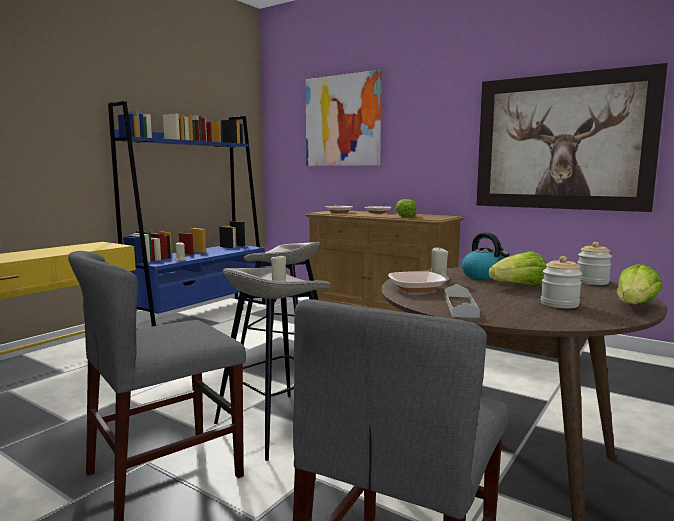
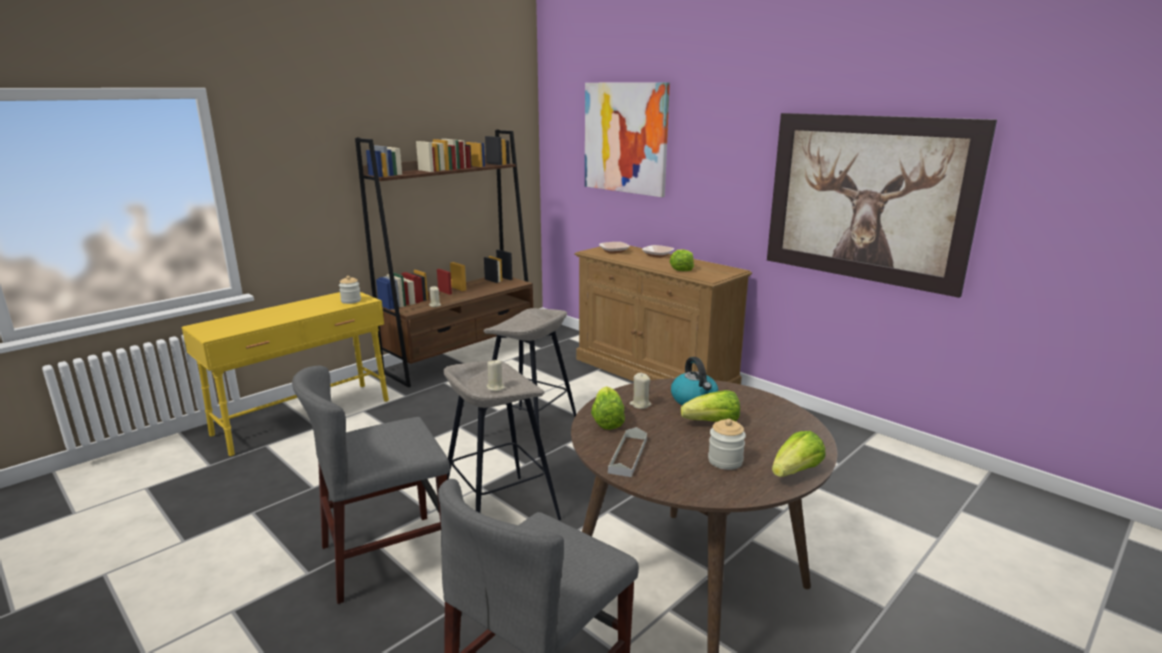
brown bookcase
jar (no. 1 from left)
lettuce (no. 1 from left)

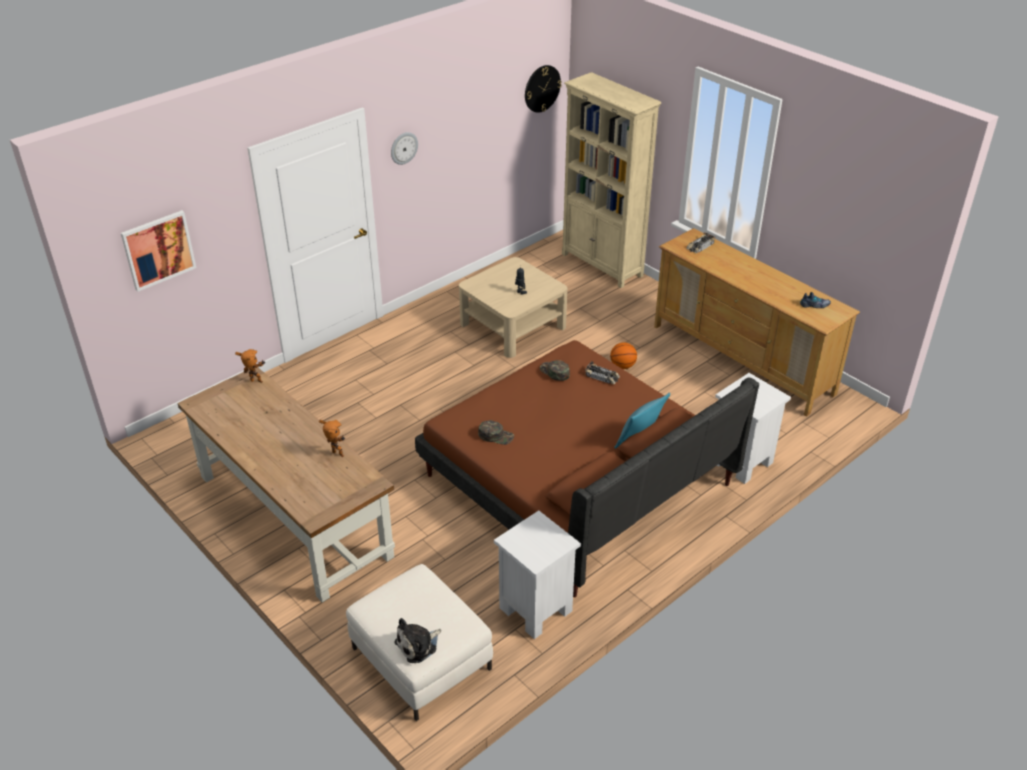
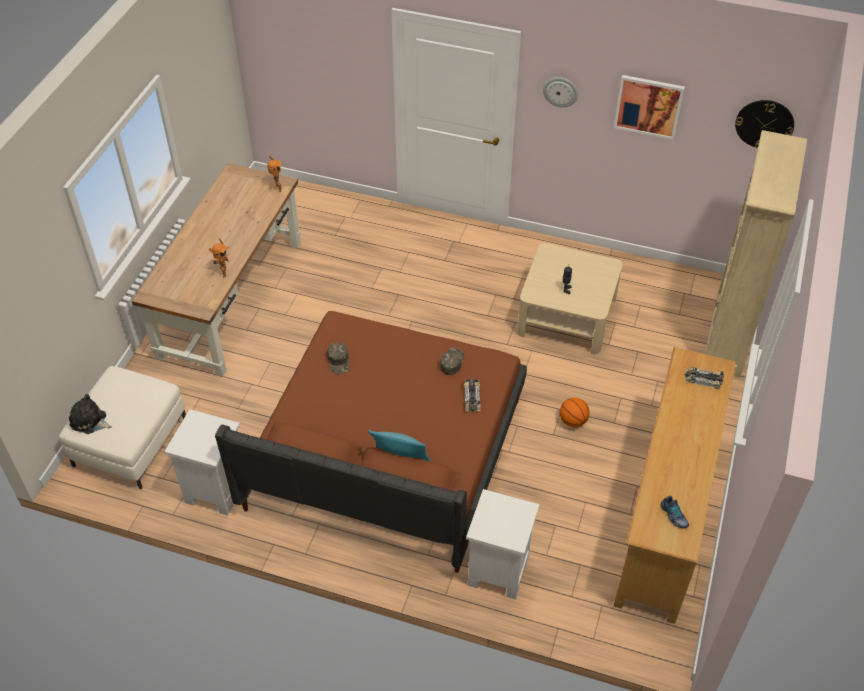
picture

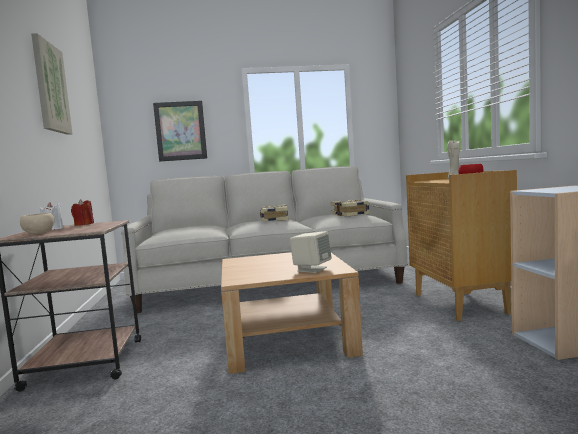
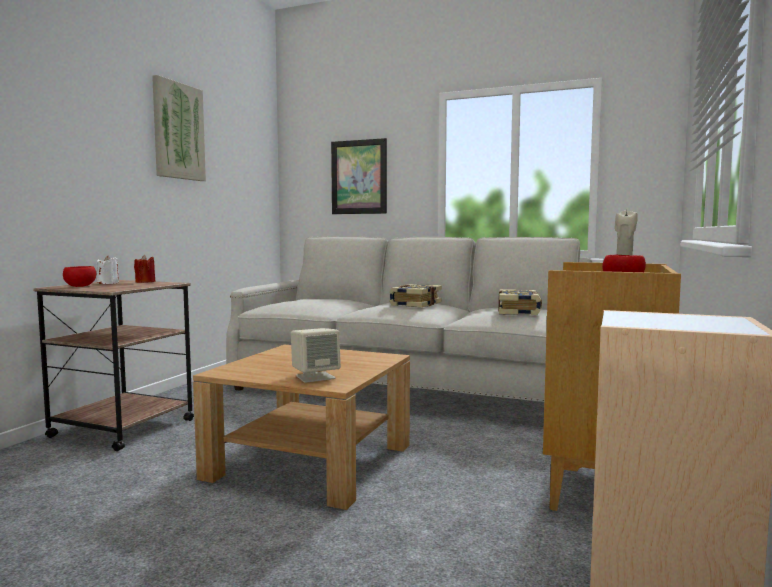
red bowl (no. 1 from left)

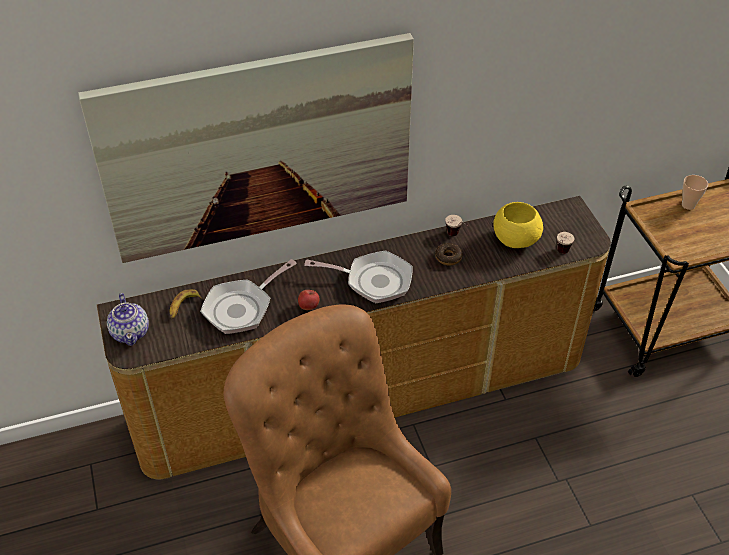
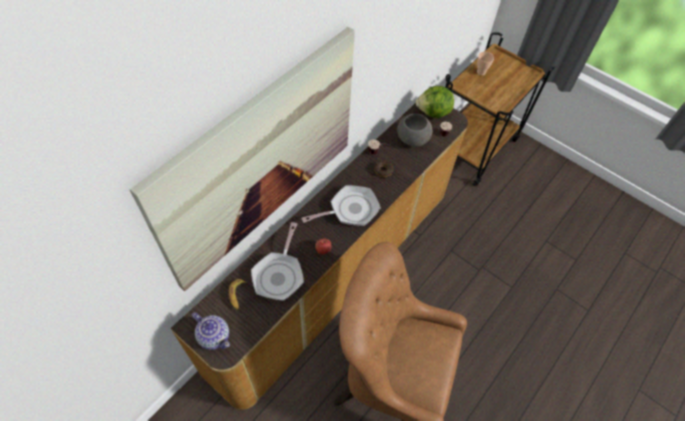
grey bowl
lettuce

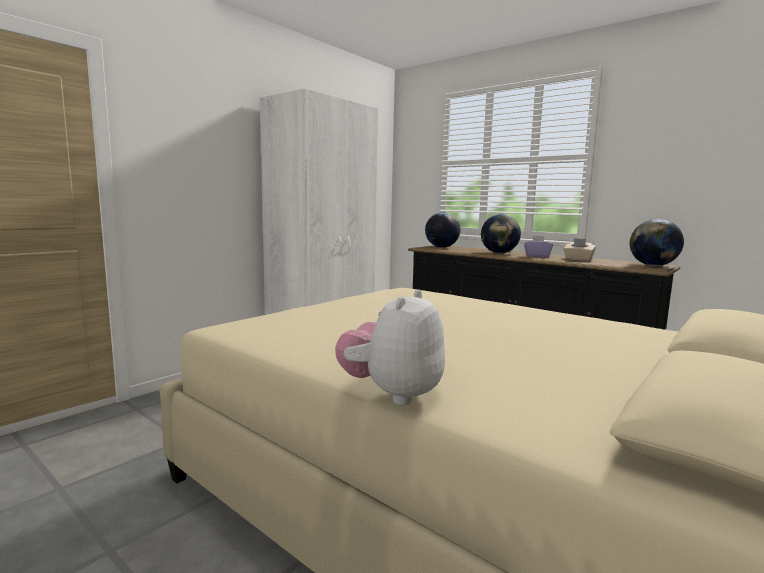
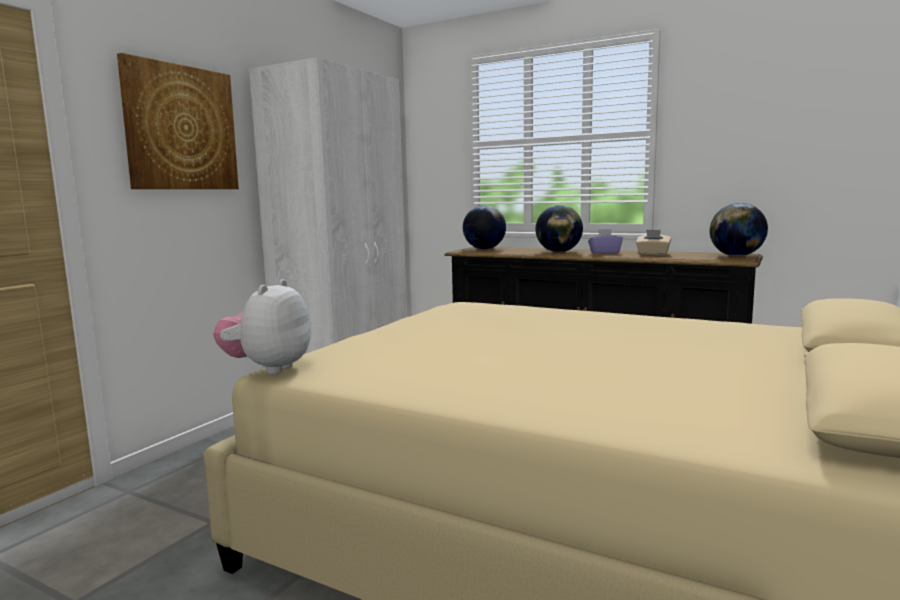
plush toy
picture

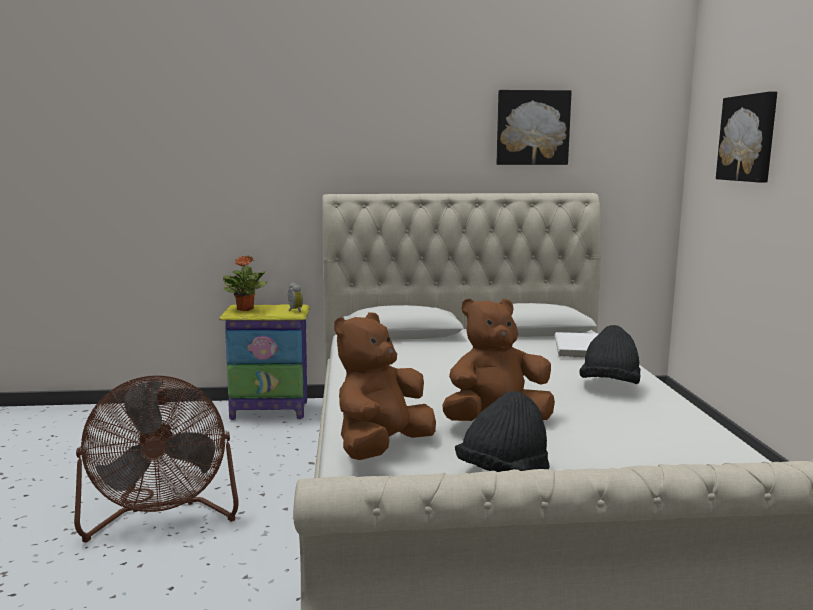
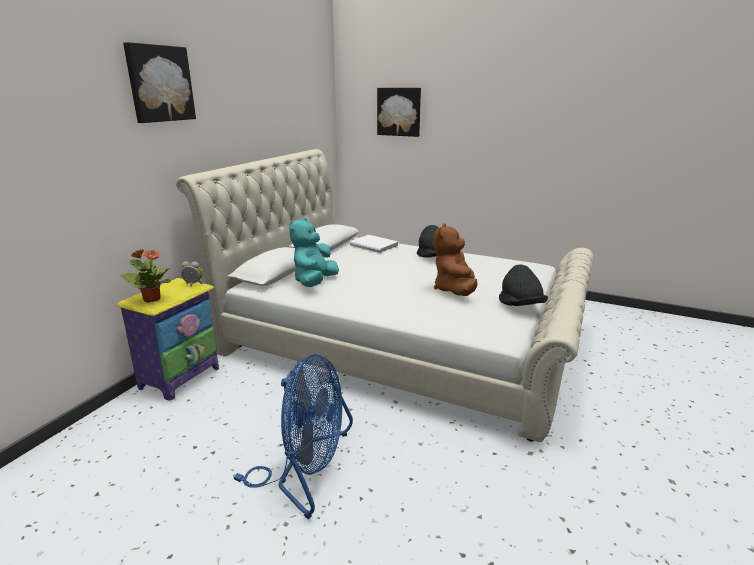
picture (no. 1 from left)
brown plush toy (no. 1 from left in the first image)
blue fan
turquoise plush toy

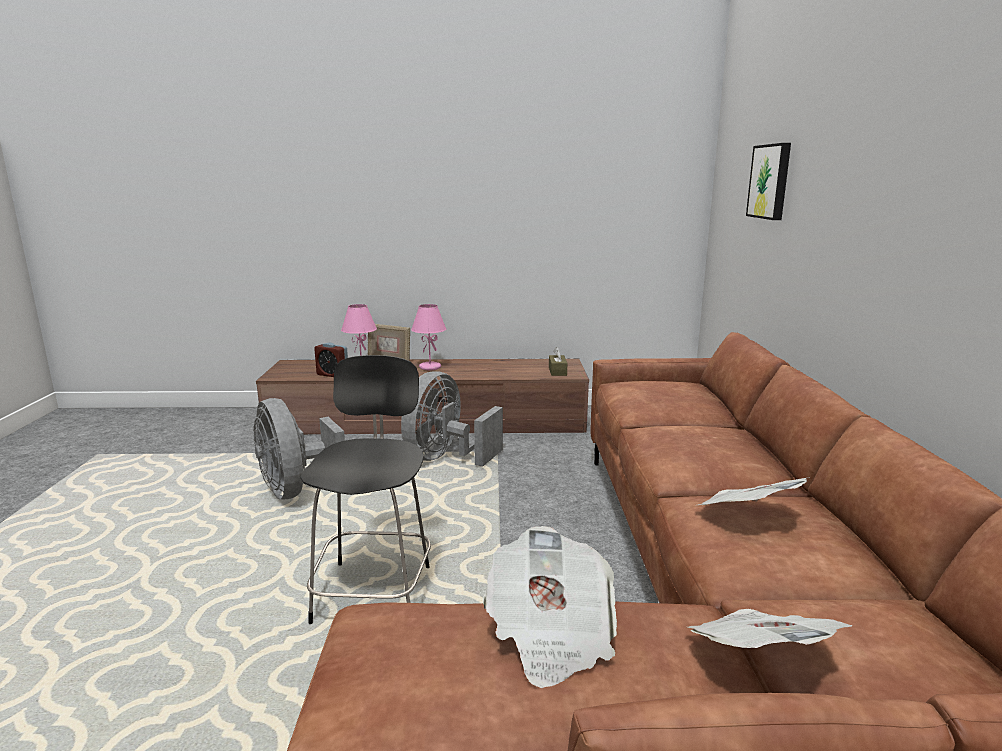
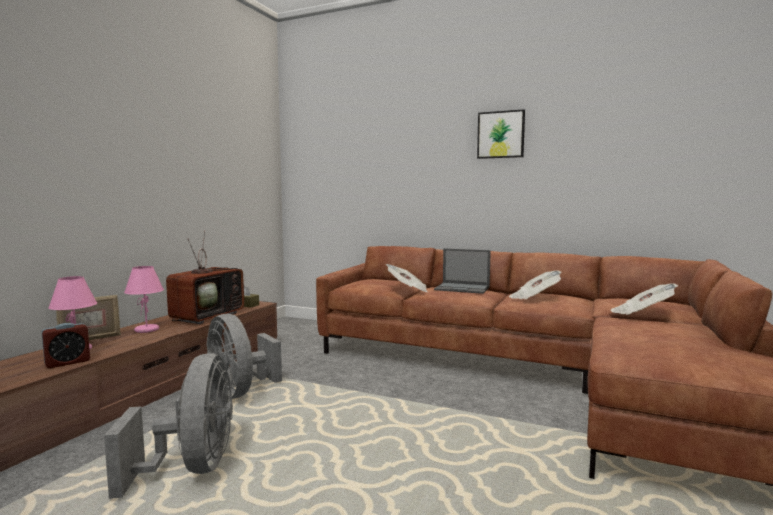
picture
black stool
grey fan (no. 1 from left)
newspaper (no. 1 from left)
television
laptop

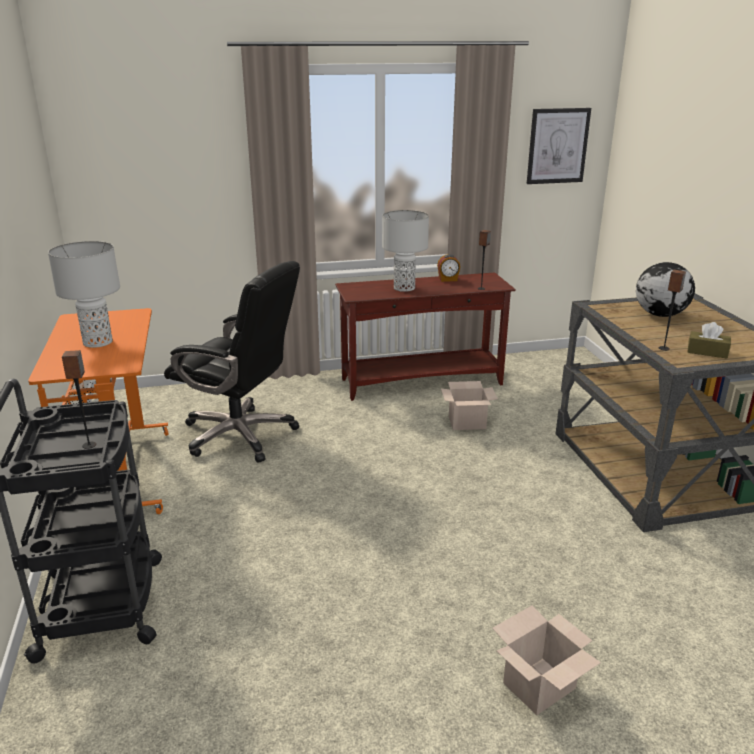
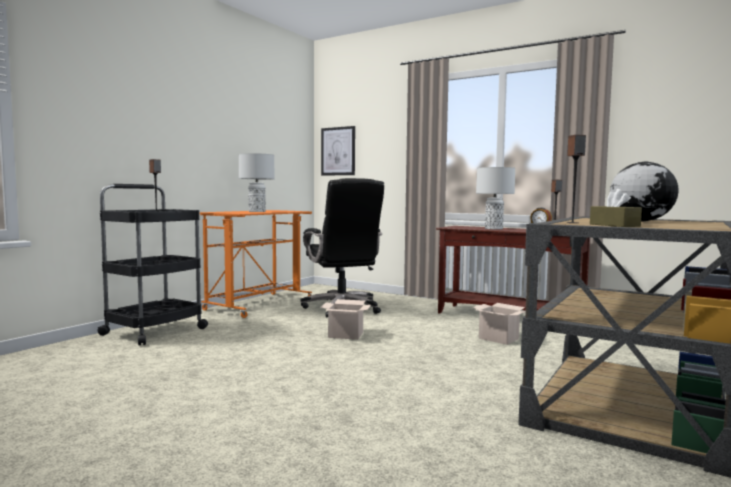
picture
cardboard box (no. 1 from left)

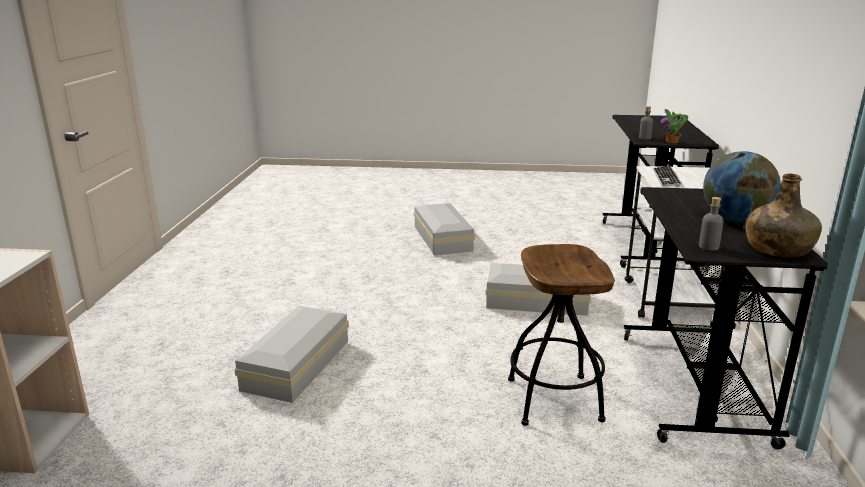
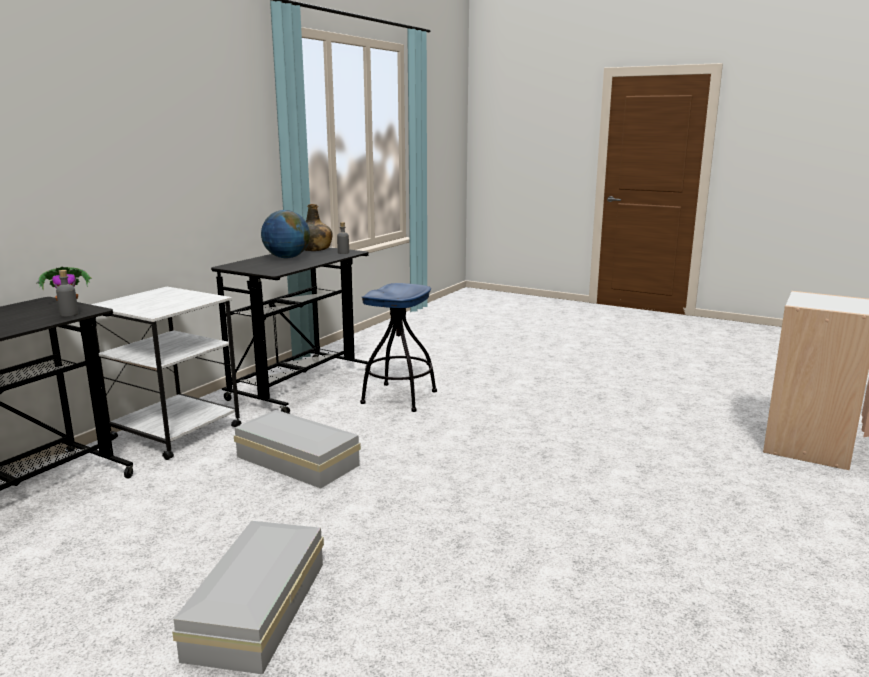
keyboard
blue stool
white storage box (no. 1 from left in the first image)

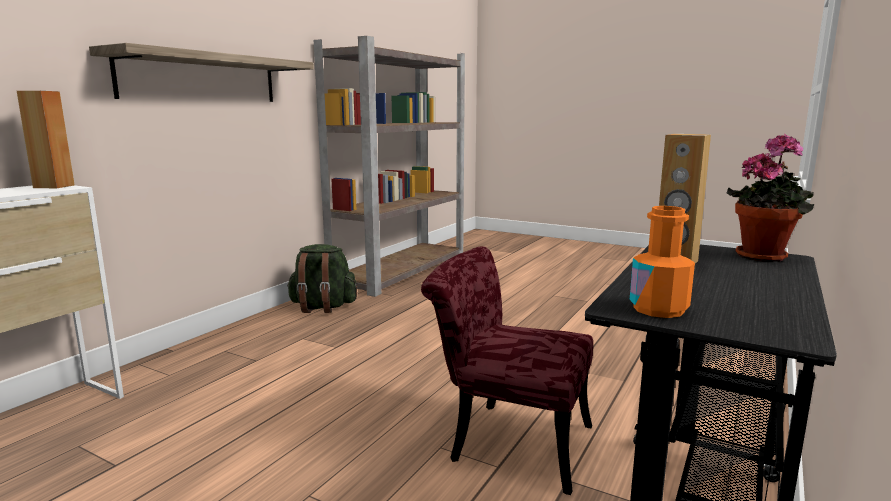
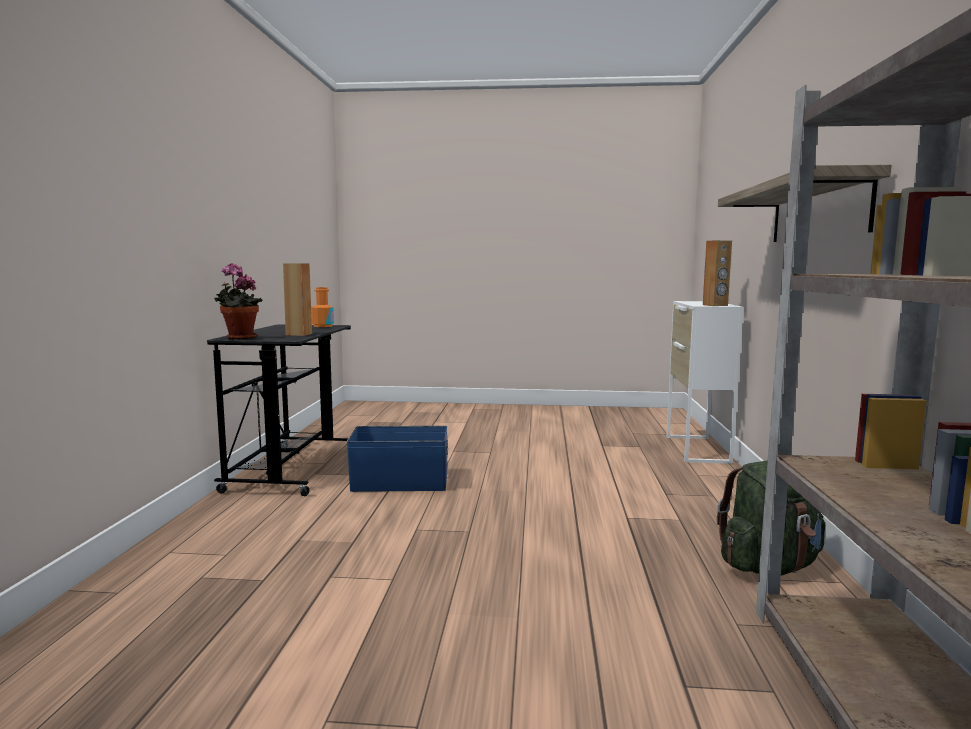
blue storage box

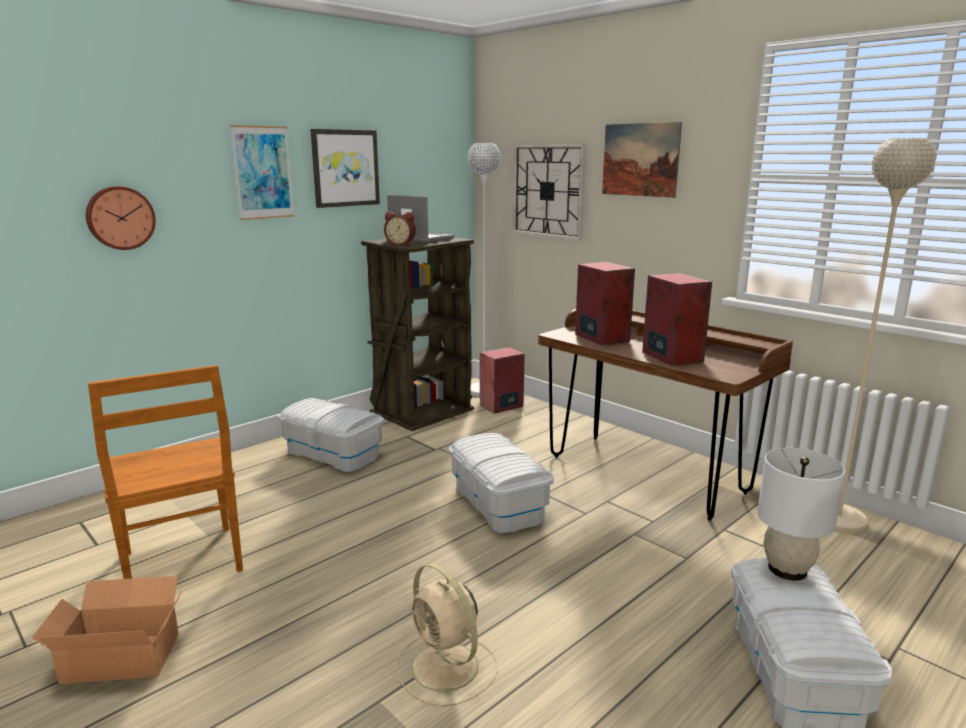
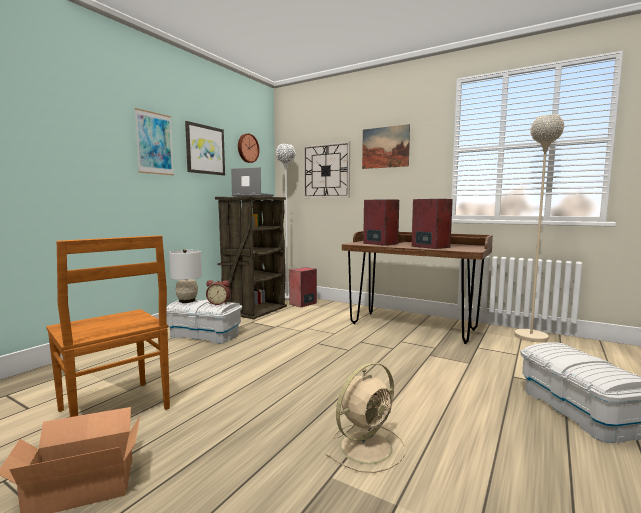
wall clock (no. 1 from left)
alarm clock
white storage box (no. 2 from left in the first image)
white table lamp
beige fan

